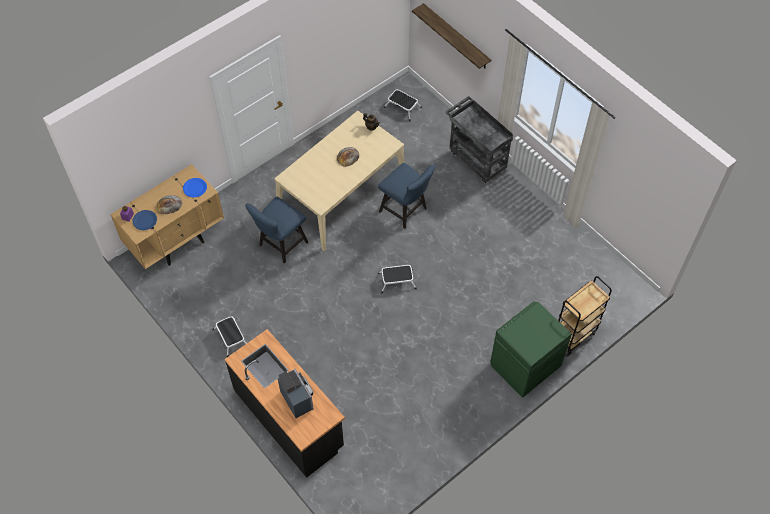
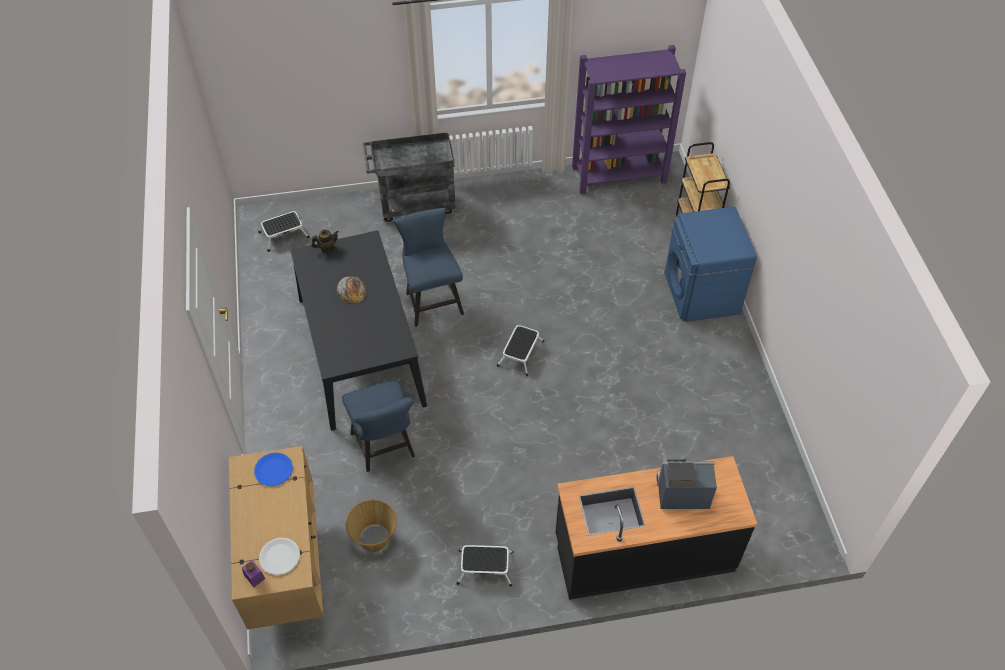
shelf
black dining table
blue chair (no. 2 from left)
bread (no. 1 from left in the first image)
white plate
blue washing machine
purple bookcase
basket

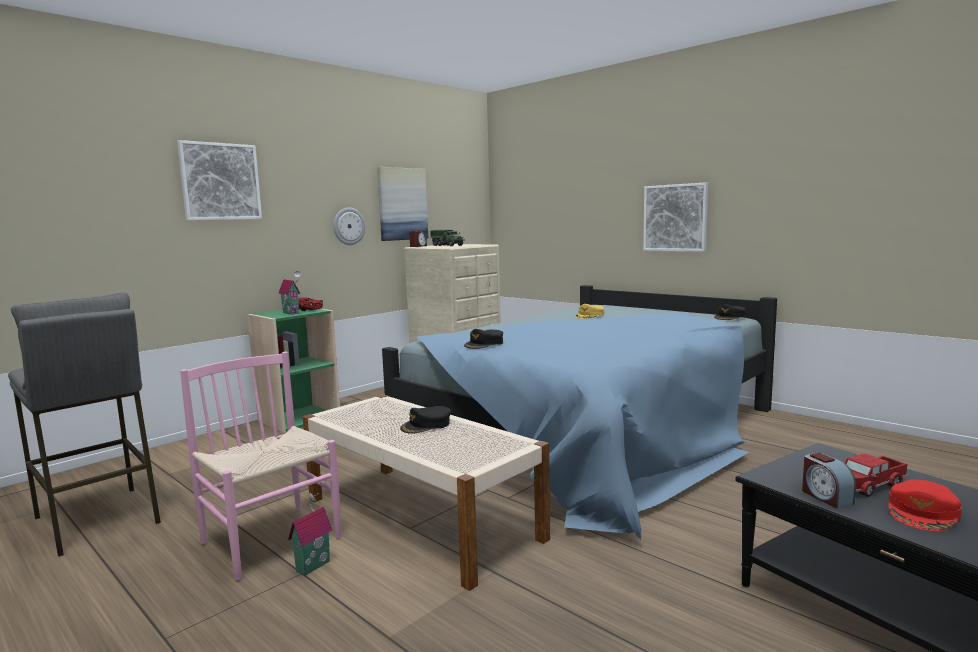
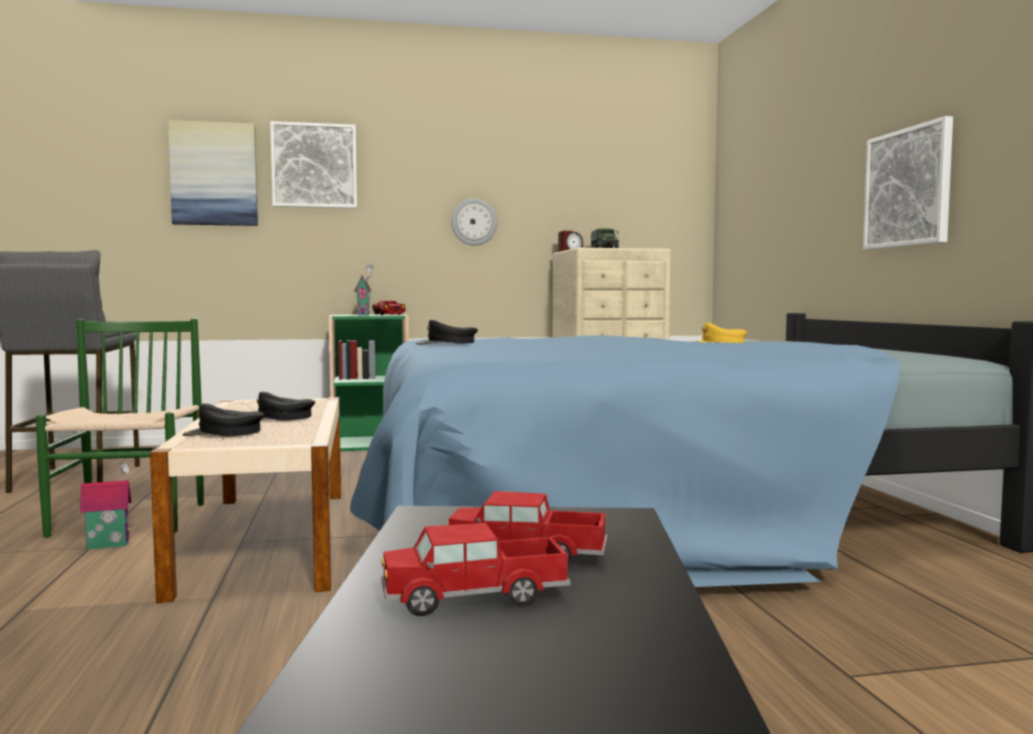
picture (no. 1 from left)
black cap (no. 1 from left)
green chair
alarm clock (no. 2 from left in the first image)
toy truck (no. 1 from left)

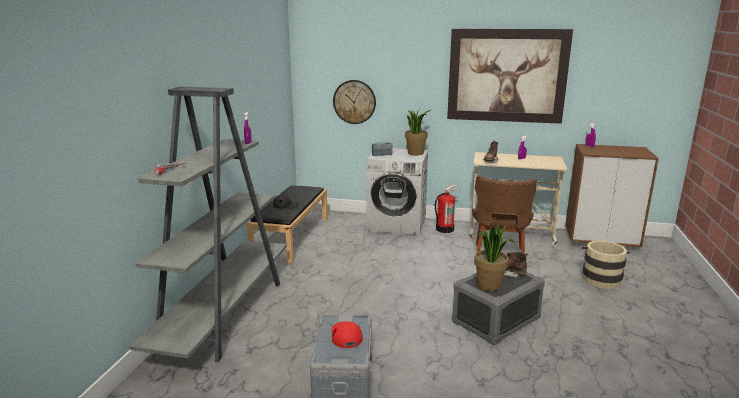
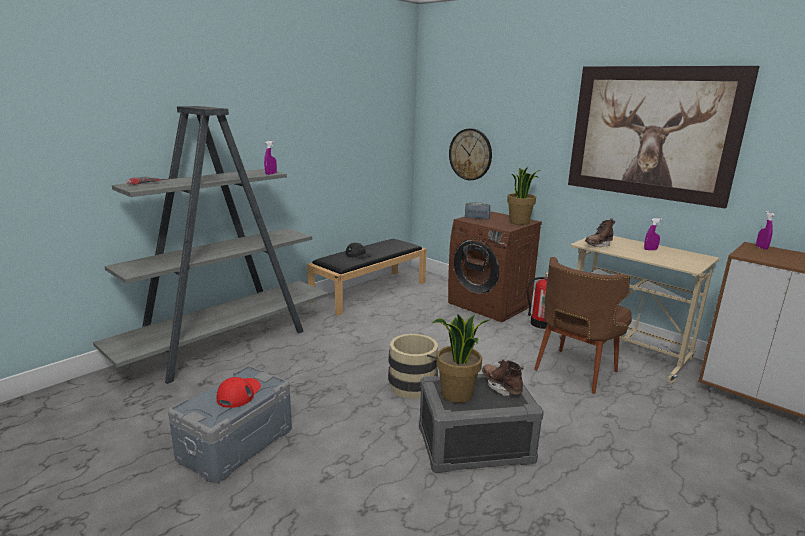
brown washing machine
beige bucket

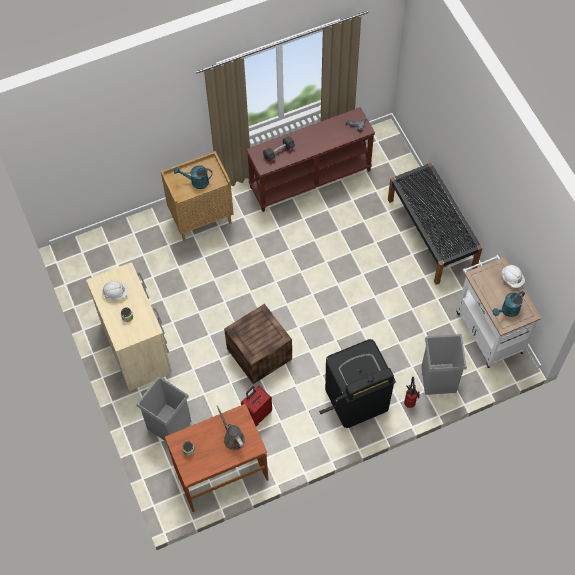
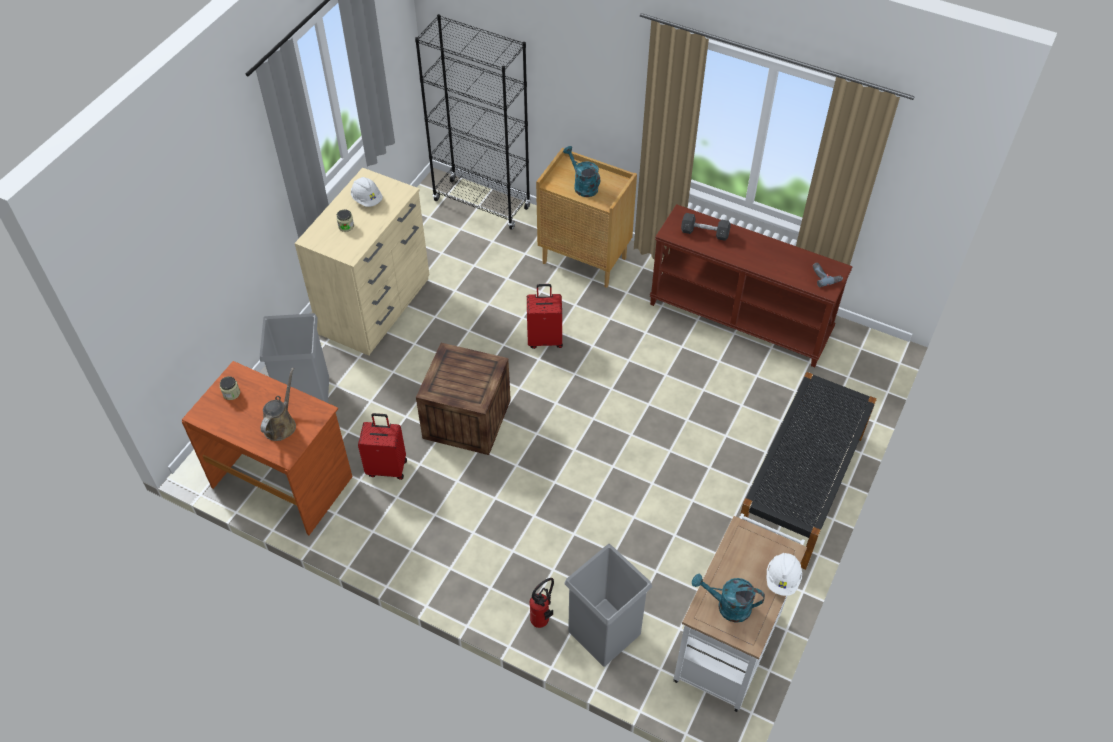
black washing machine
black bookcase
red suitcase (no. 2 from left)

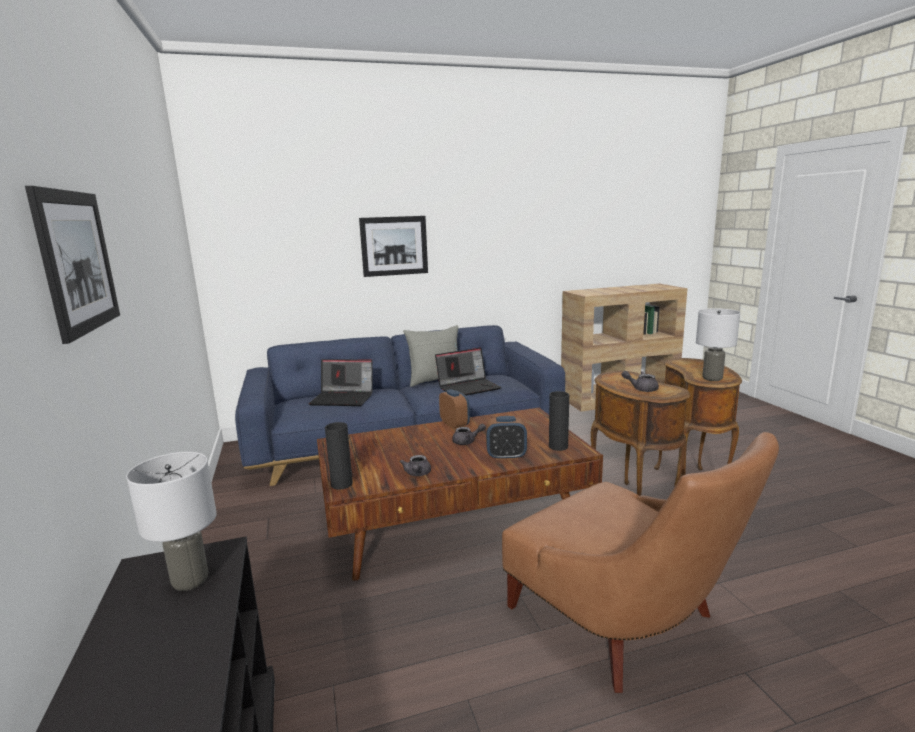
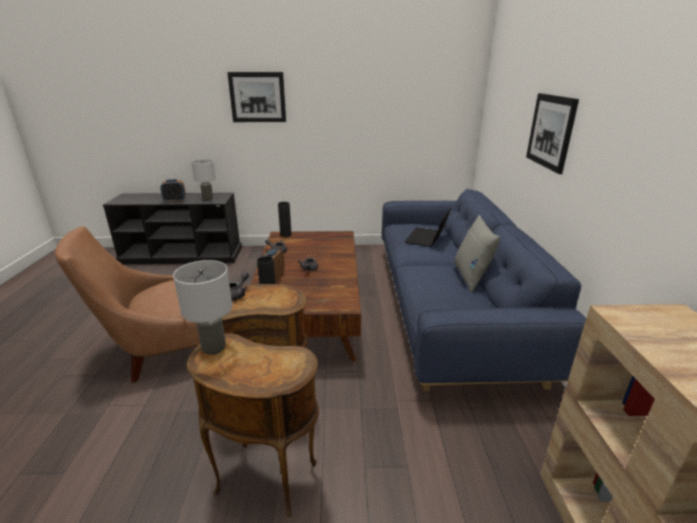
laptop (no. 2 from left in the first image)
alarm clock (no. 1 from left)

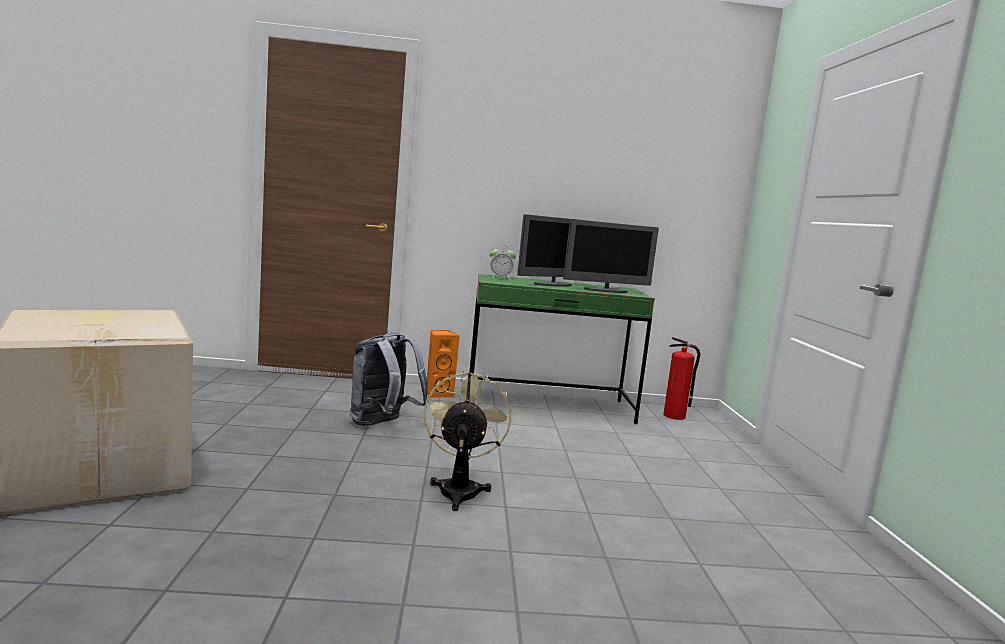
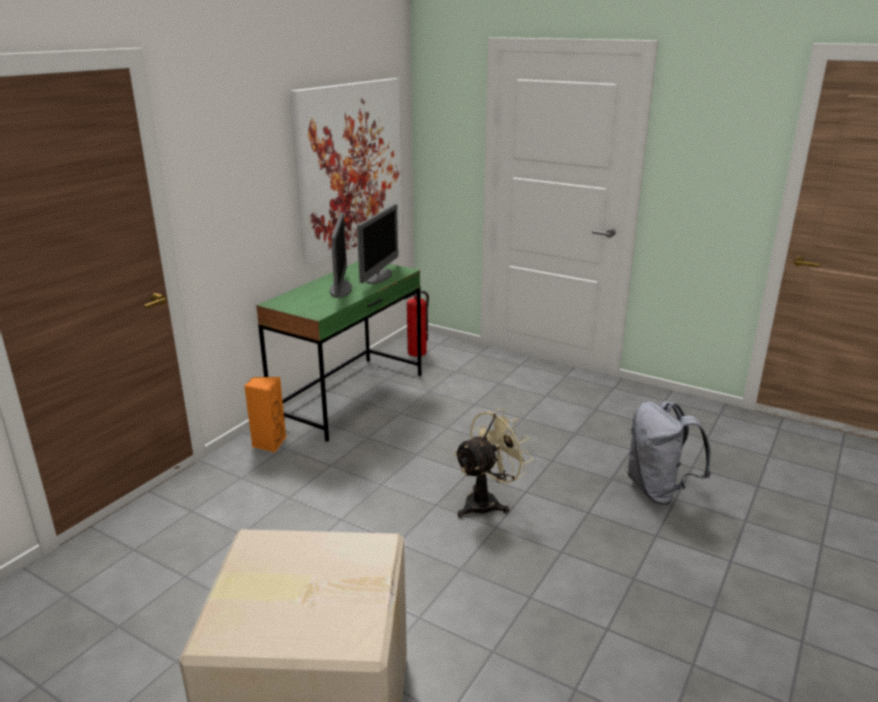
alarm clock
grey backpack
beige fan
picture

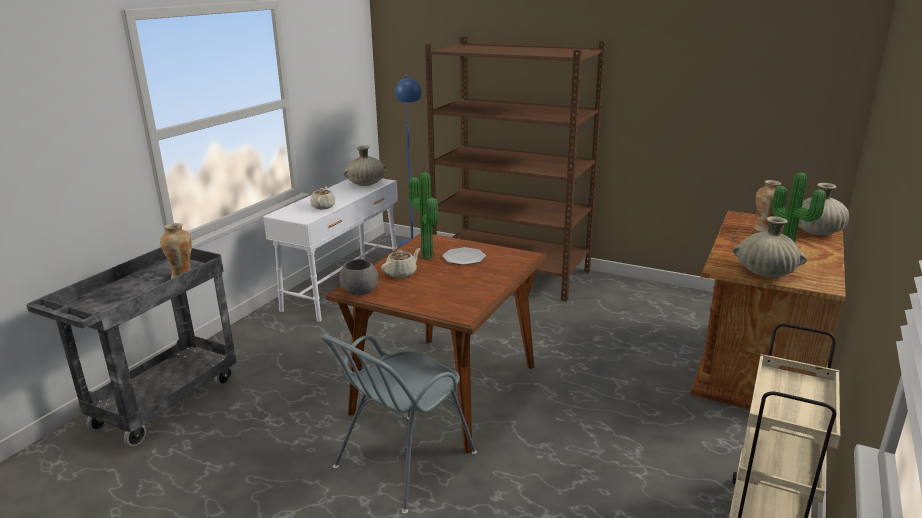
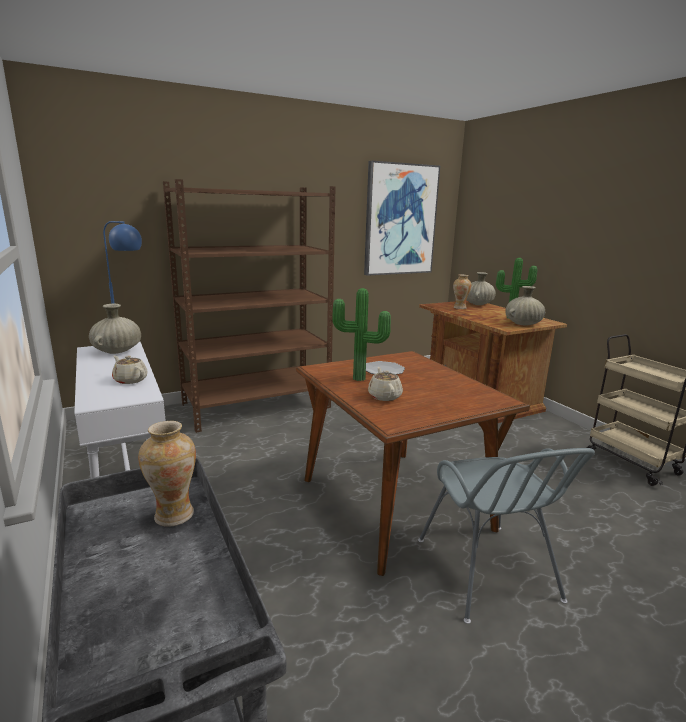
grey bowl
picture

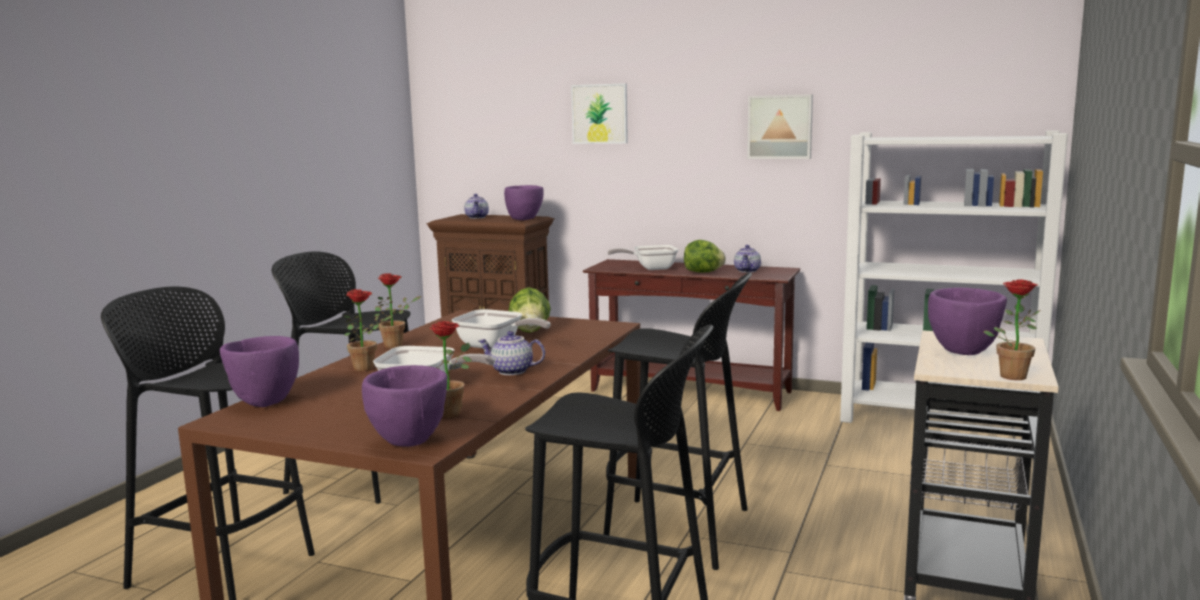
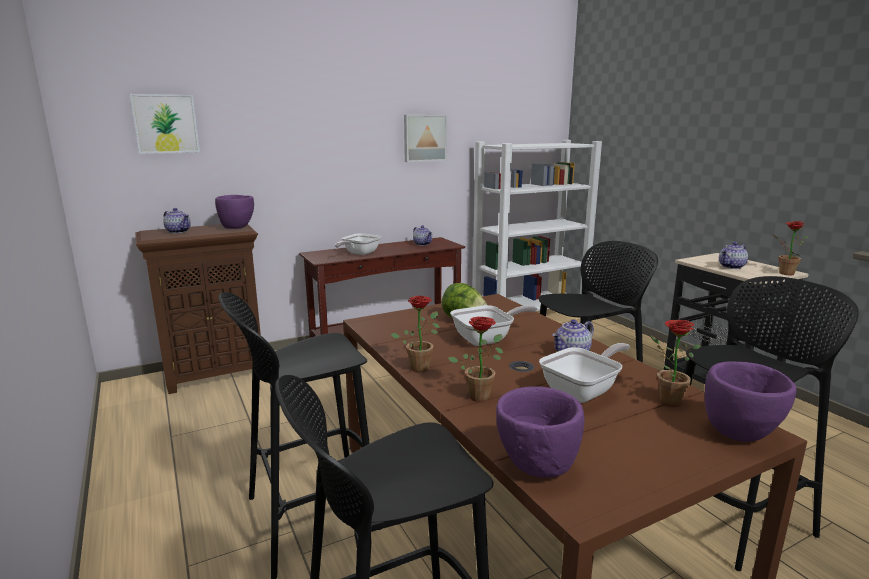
picture (no. 1 from left)
lettuce (no. 2 from left in the first image)
teapot (no. 4 from left)

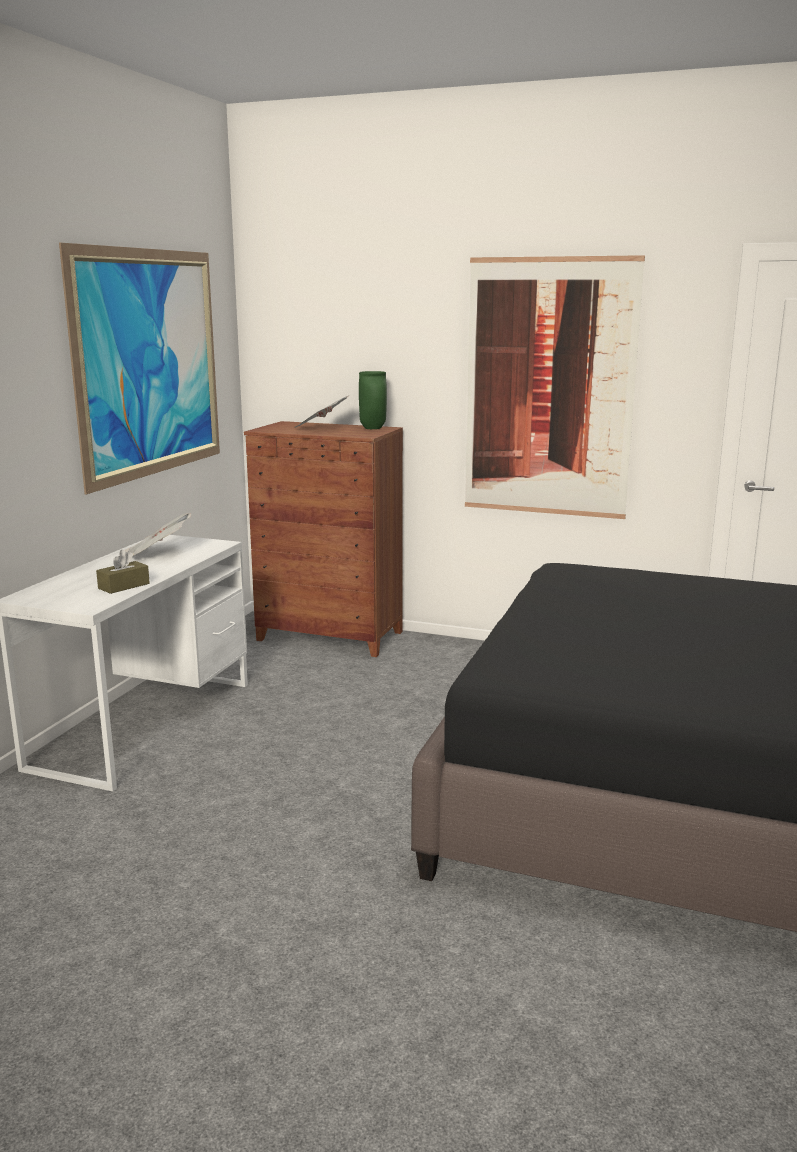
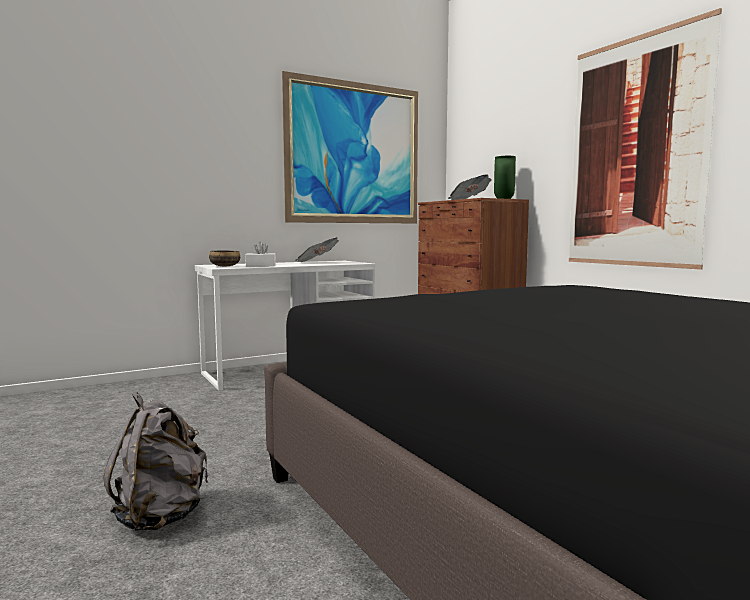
white tissue box
bowl
grey backpack

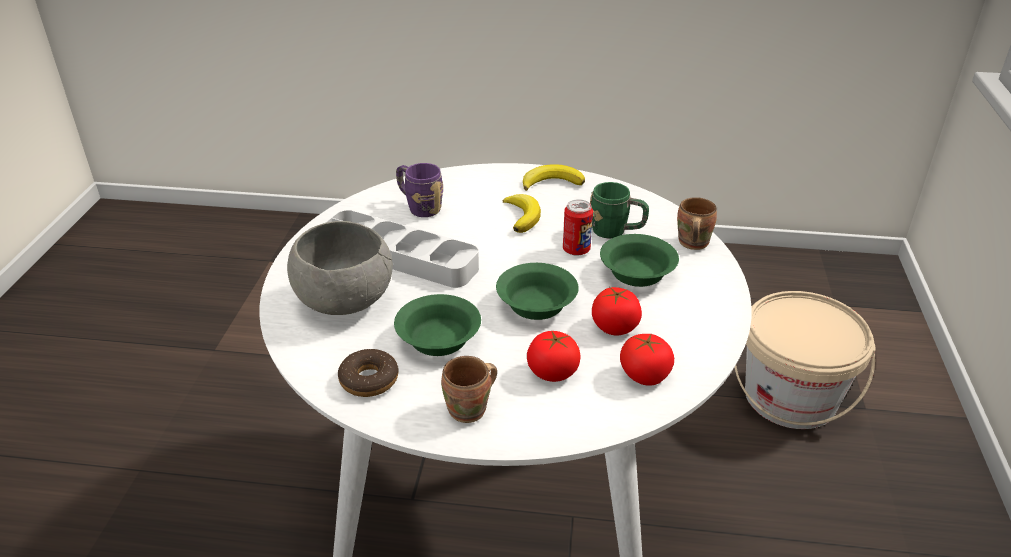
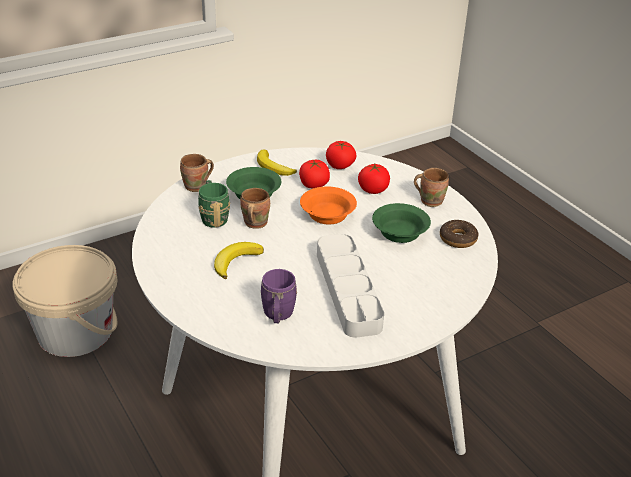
banana (no. 2 from left)
brown mug (no. 2 from left)
grey bowl
orange bowl

